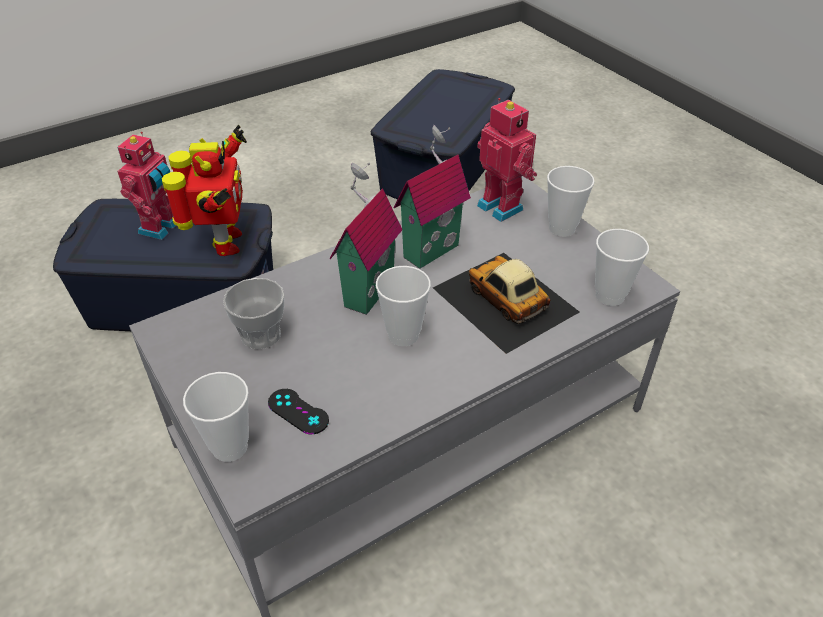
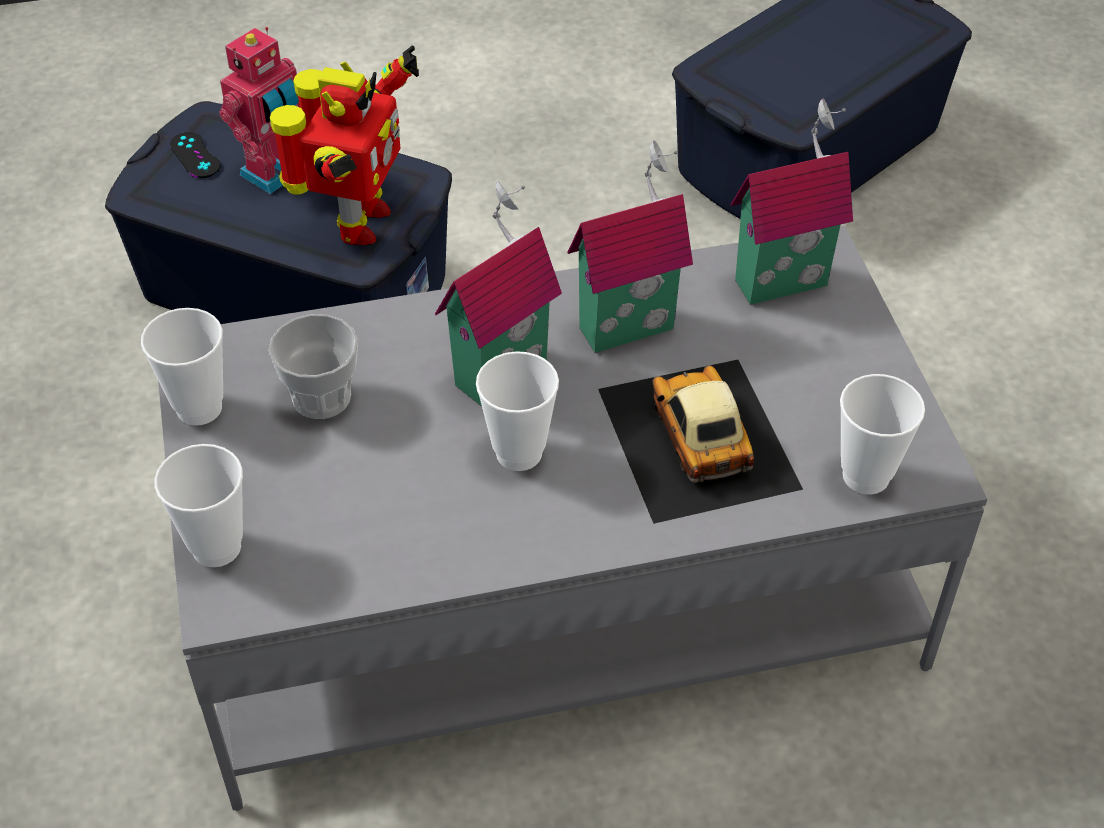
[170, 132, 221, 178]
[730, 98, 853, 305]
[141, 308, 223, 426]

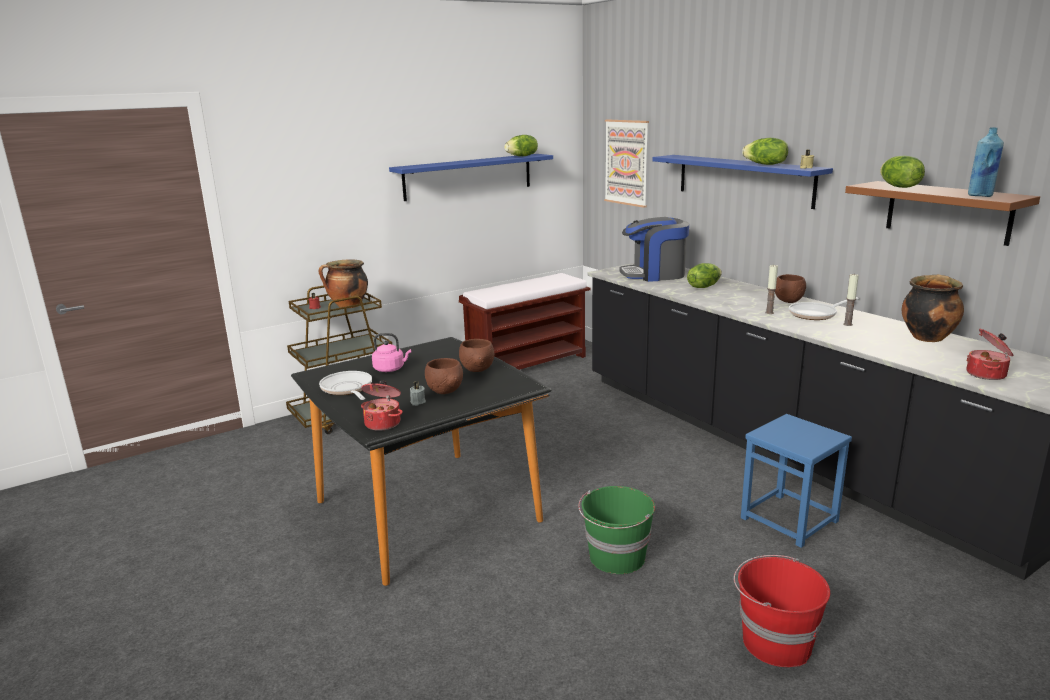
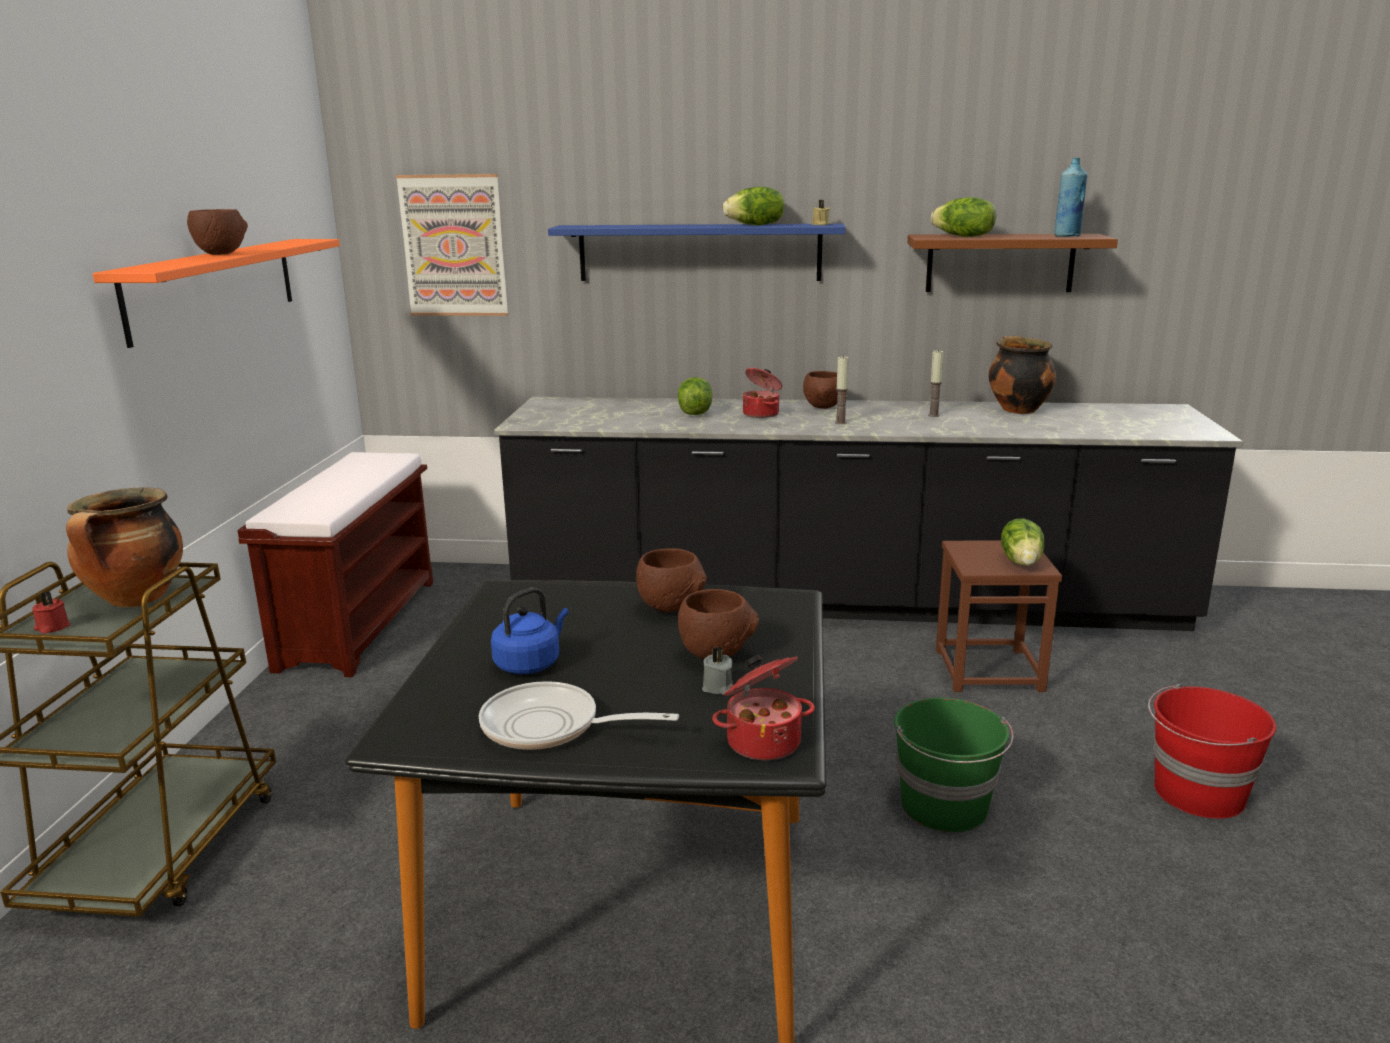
[491, 587, 569, 674]
[93, 239, 340, 348]
[1001, 519, 1044, 566]
[619, 217, 689, 282] (first image)
[936, 540, 1062, 692]
[789, 297, 859, 320] (first image)
[743, 368, 782, 418]
[187, 209, 248, 255]

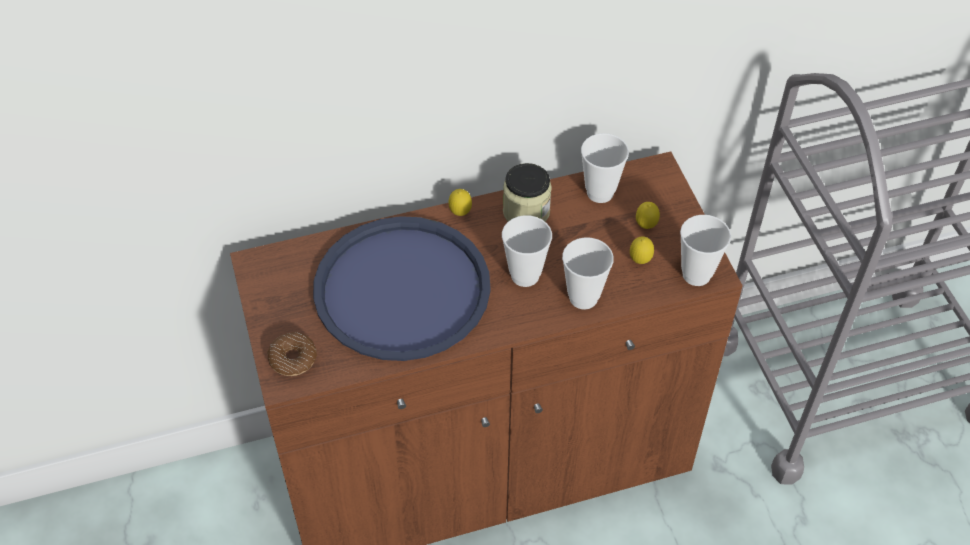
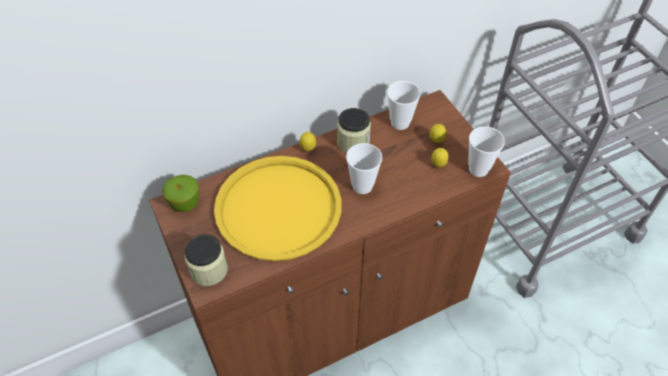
[184, 234, 228, 286]
[214, 156, 341, 261]
[562, 237, 614, 309] (first image)
[162, 175, 199, 212]

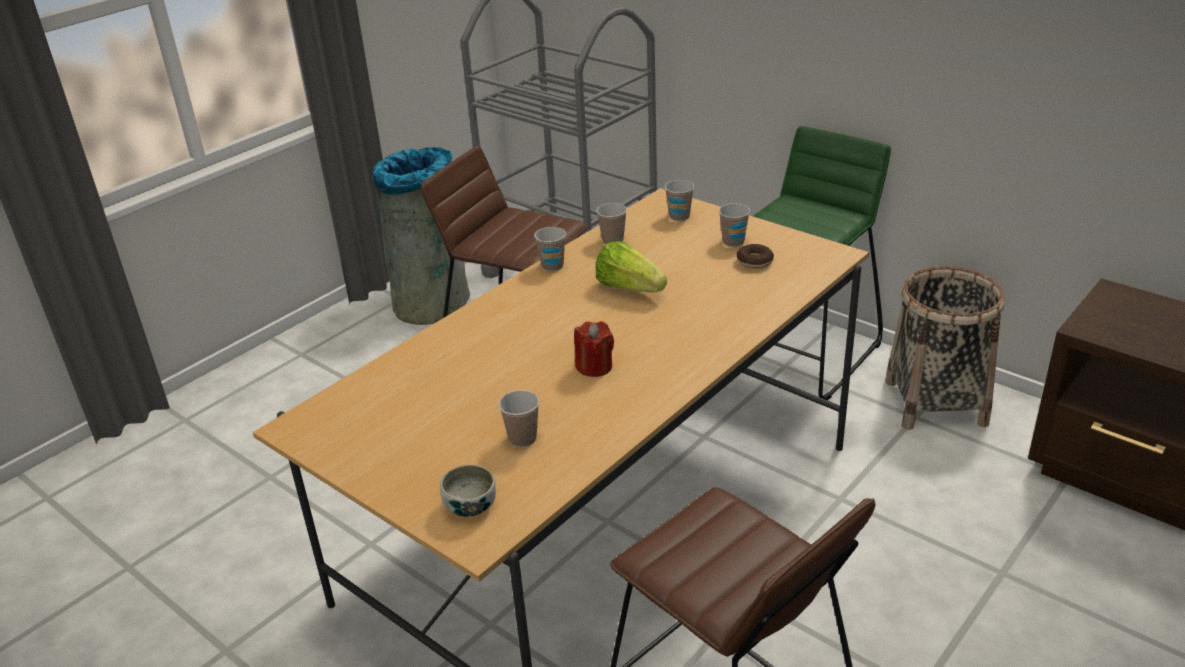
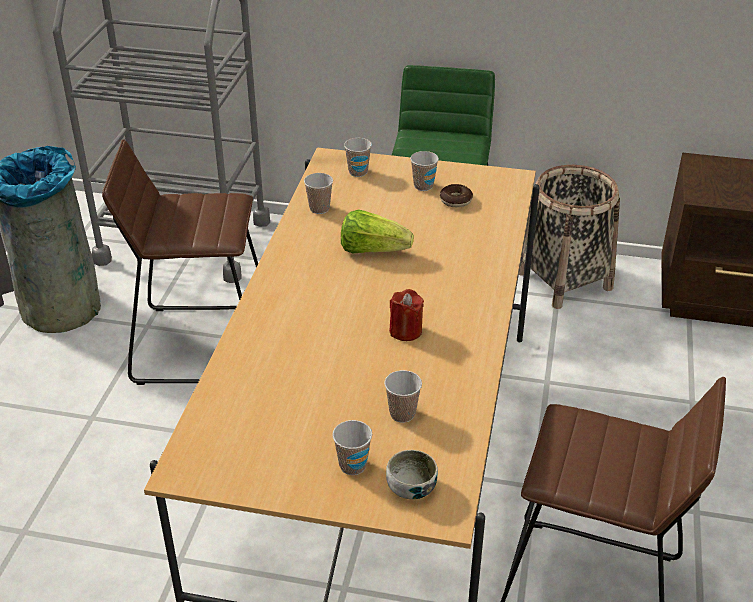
[332, 420, 372, 475]

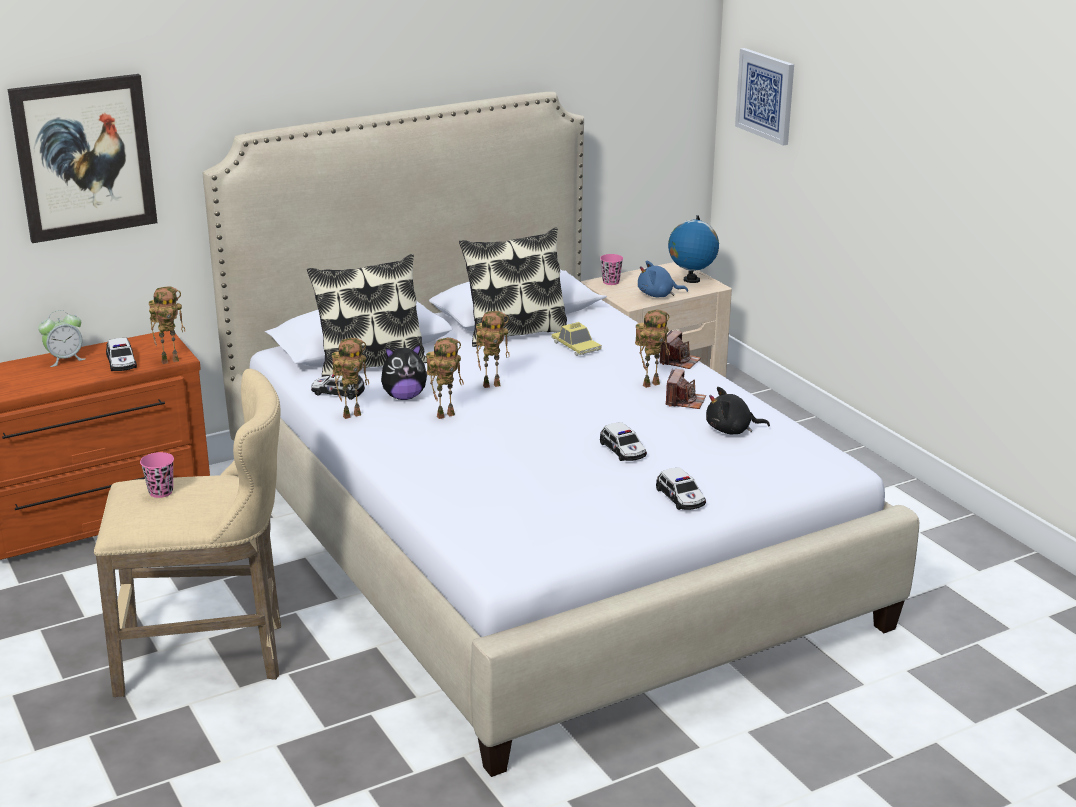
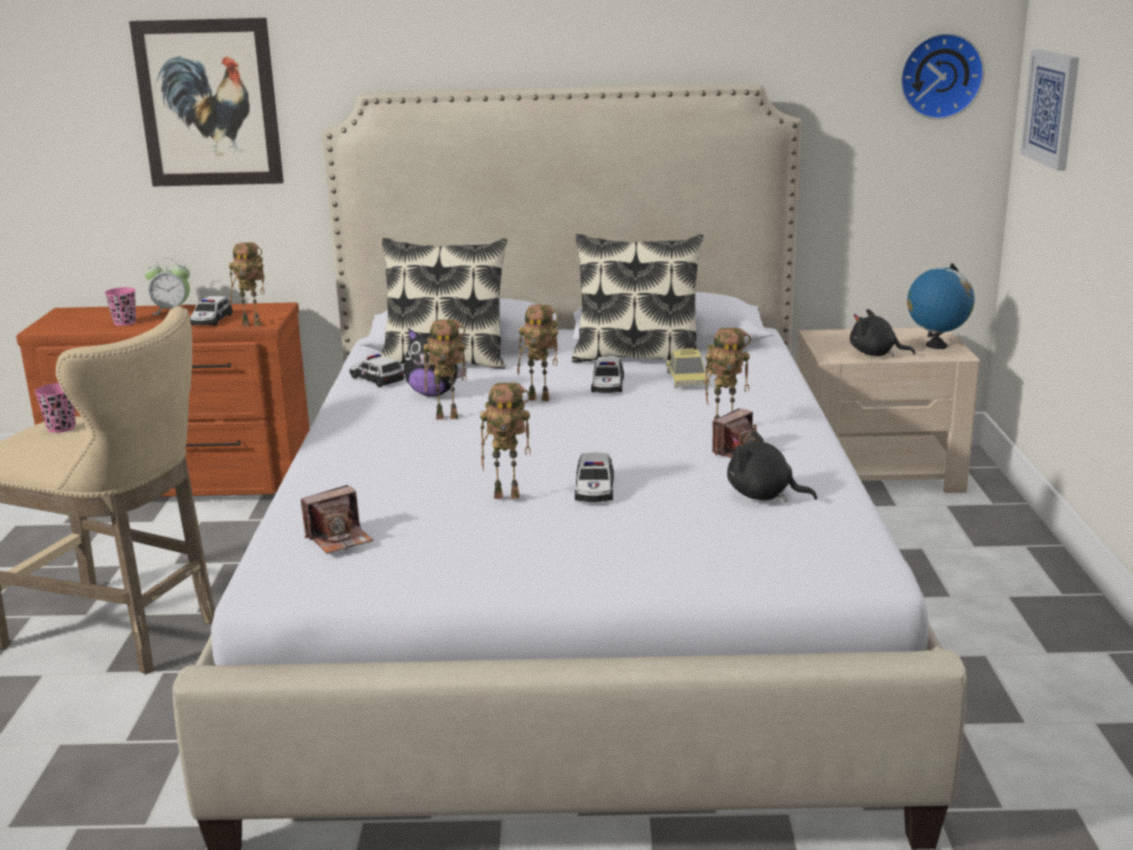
[480, 383, 531, 499]
[105, 287, 136, 326]
[850, 309, 915, 357]
[591, 357, 624, 393]
[301, 485, 373, 554]
[900, 33, 985, 120]

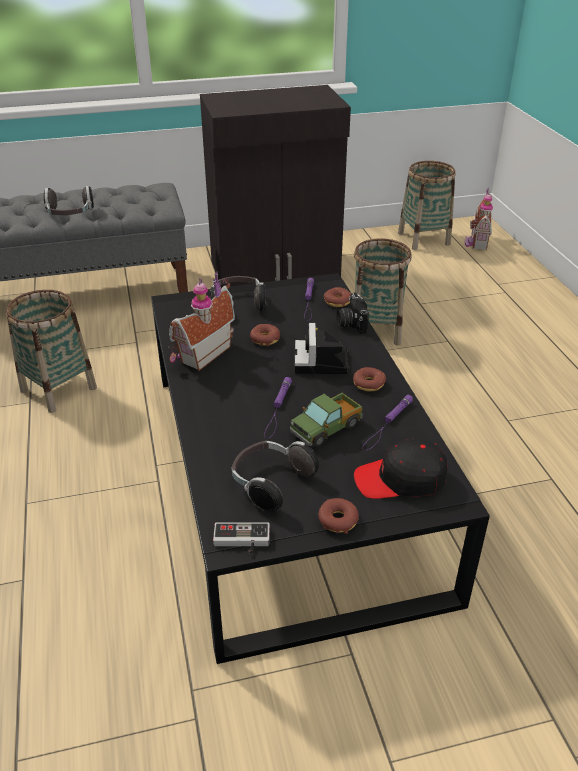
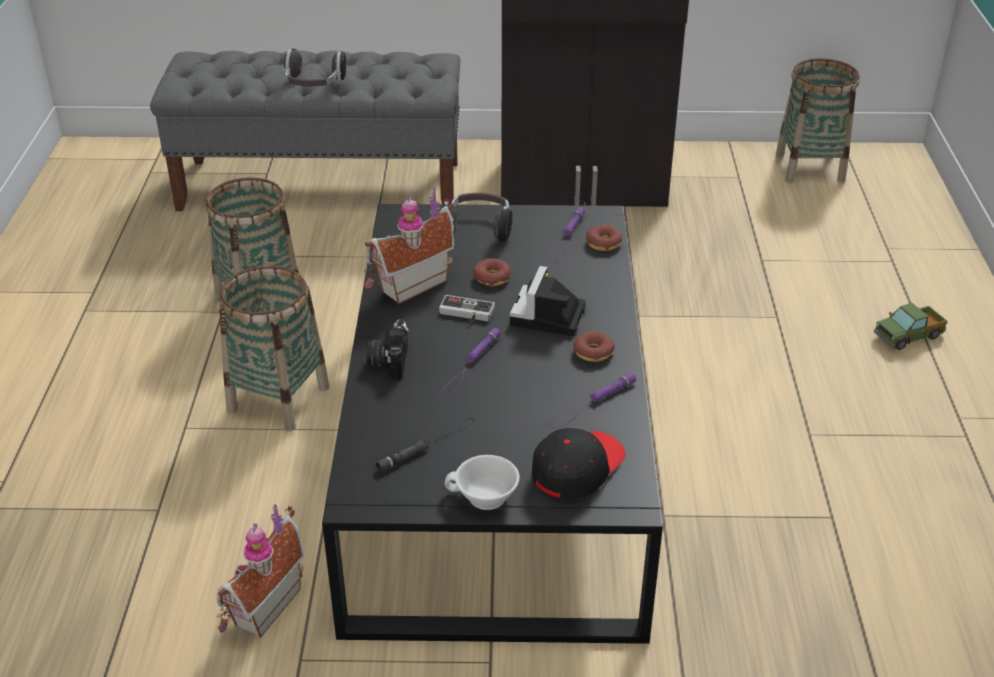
[439, 295, 495, 322]
[375, 418, 474, 472]
[874, 303, 947, 350]
[445, 455, 520, 510]
[367, 319, 409, 380]
[219, 265, 329, 431]
[531, 428, 625, 499]
[216, 504, 304, 638]

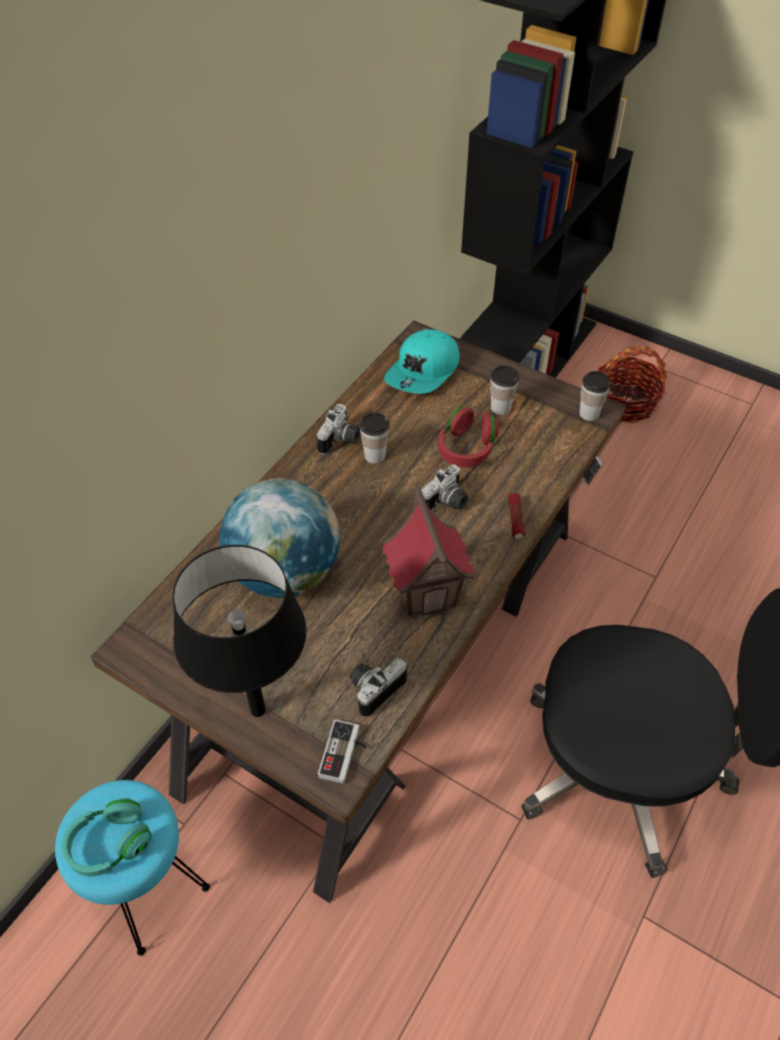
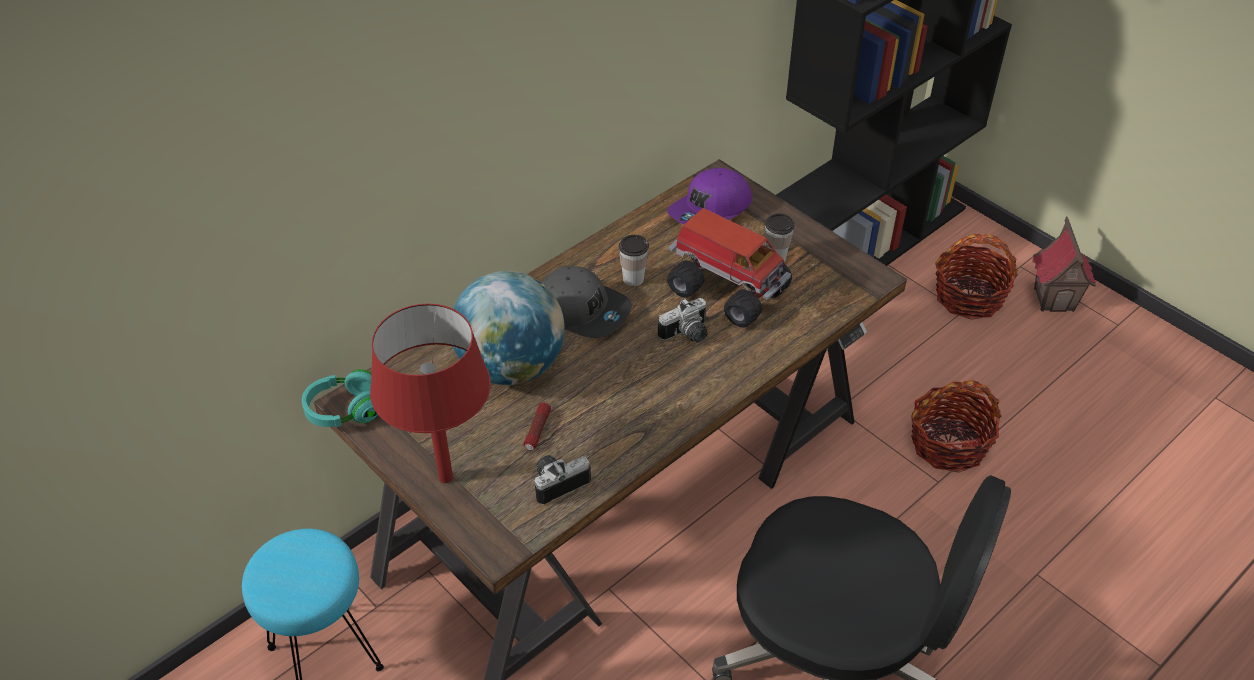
[302, 369, 378, 427]
[370, 304, 491, 483]
[316, 404, 360, 455] (first image)
[318, 720, 367, 784] (first image)
[1032, 216, 1096, 312]
[667, 168, 752, 225]
[667, 208, 792, 328]
[524, 403, 551, 450]
[579, 371, 611, 421] (first image)
[542, 266, 632, 338]
[911, 380, 1002, 473]

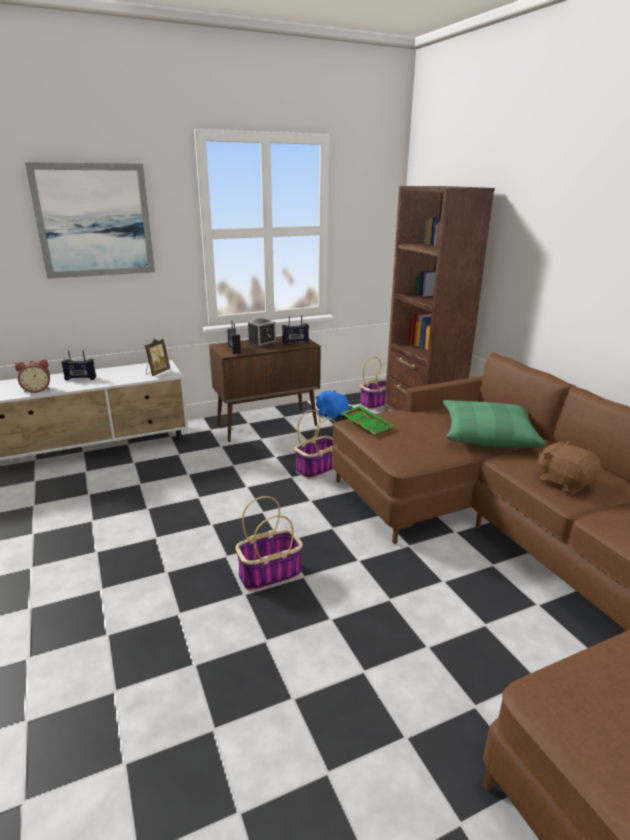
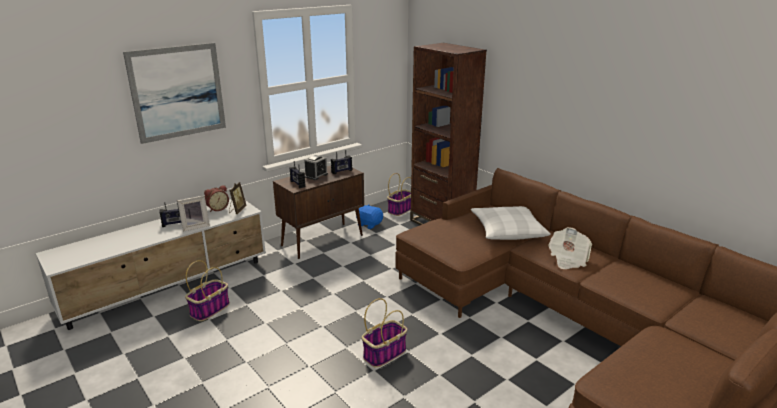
[204, 185, 229, 212]
[185, 260, 230, 321]
[341, 406, 394, 435] (first image)
[471, 206, 551, 240]
[548, 227, 592, 269]
[177, 195, 210, 232]

